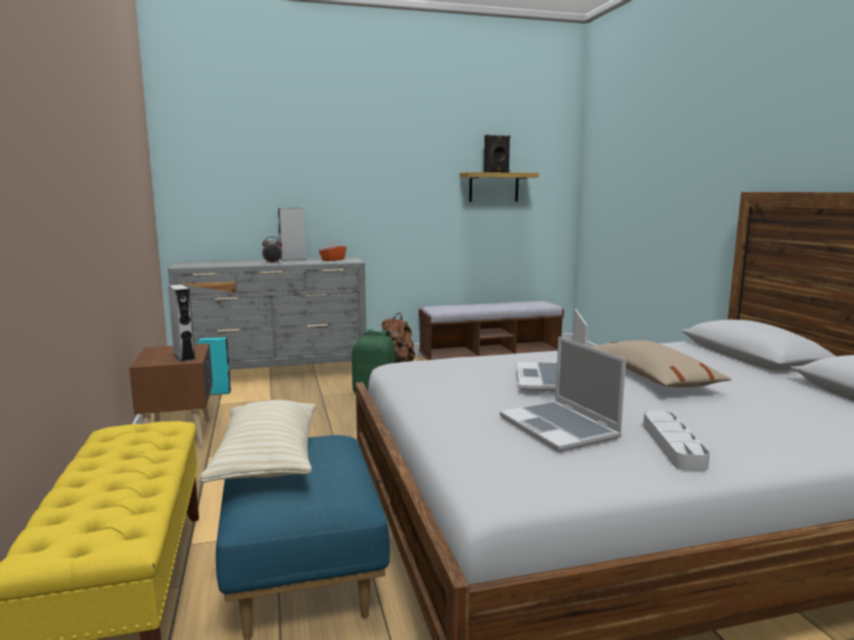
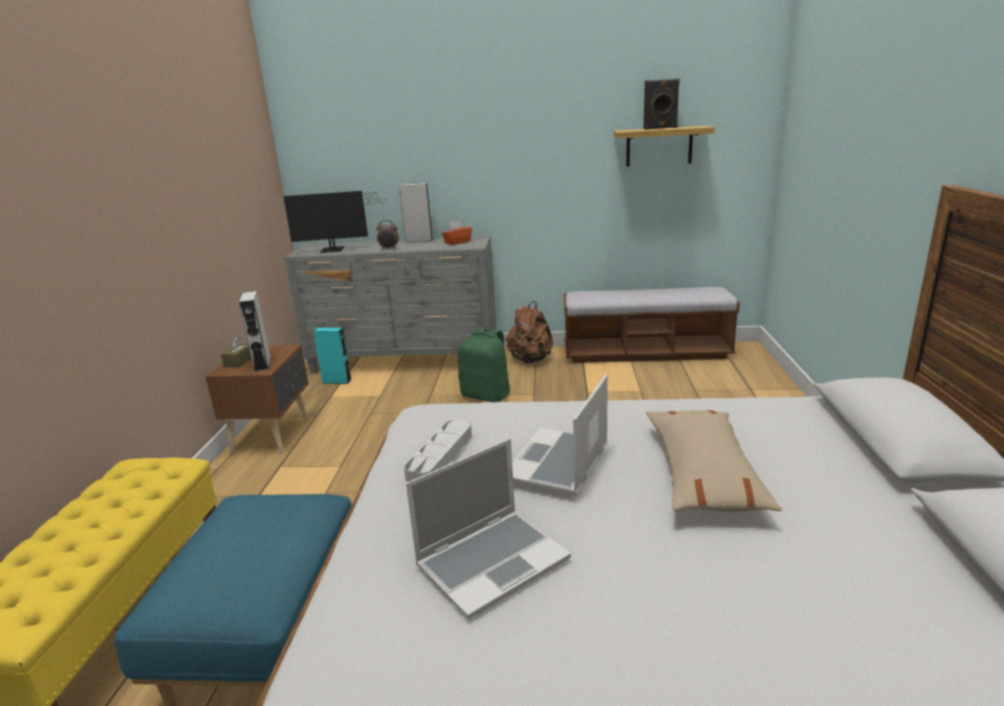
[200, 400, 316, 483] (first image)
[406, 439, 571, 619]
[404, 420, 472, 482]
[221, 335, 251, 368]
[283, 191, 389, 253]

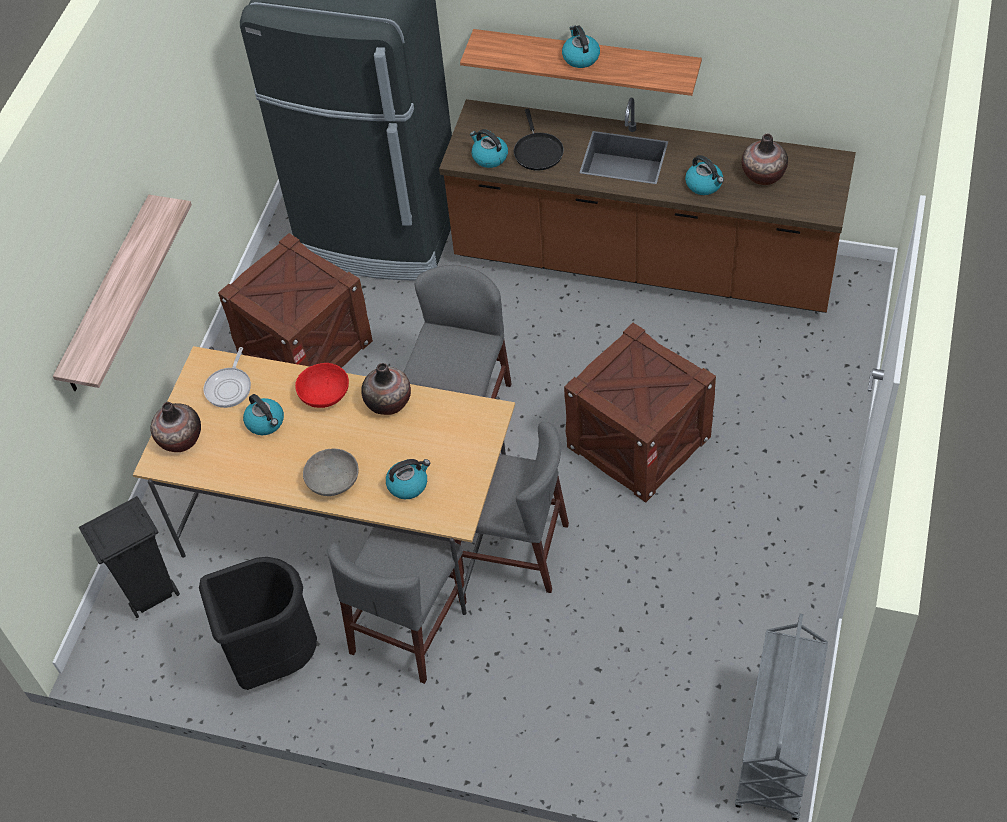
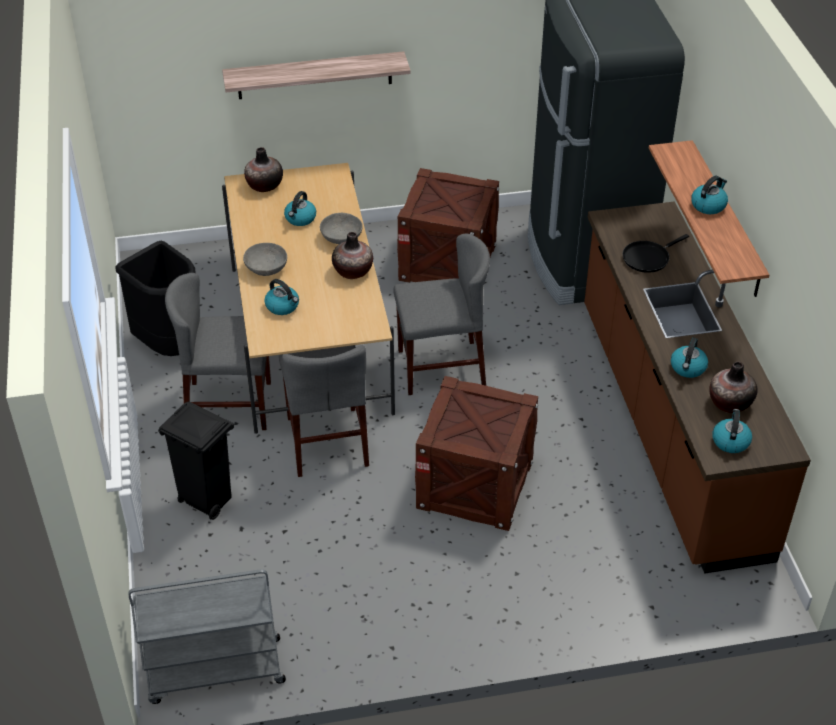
[158, 402, 234, 520]
[204, 347, 251, 408] (first image)
[320, 212, 363, 244]
[712, 409, 752, 453]

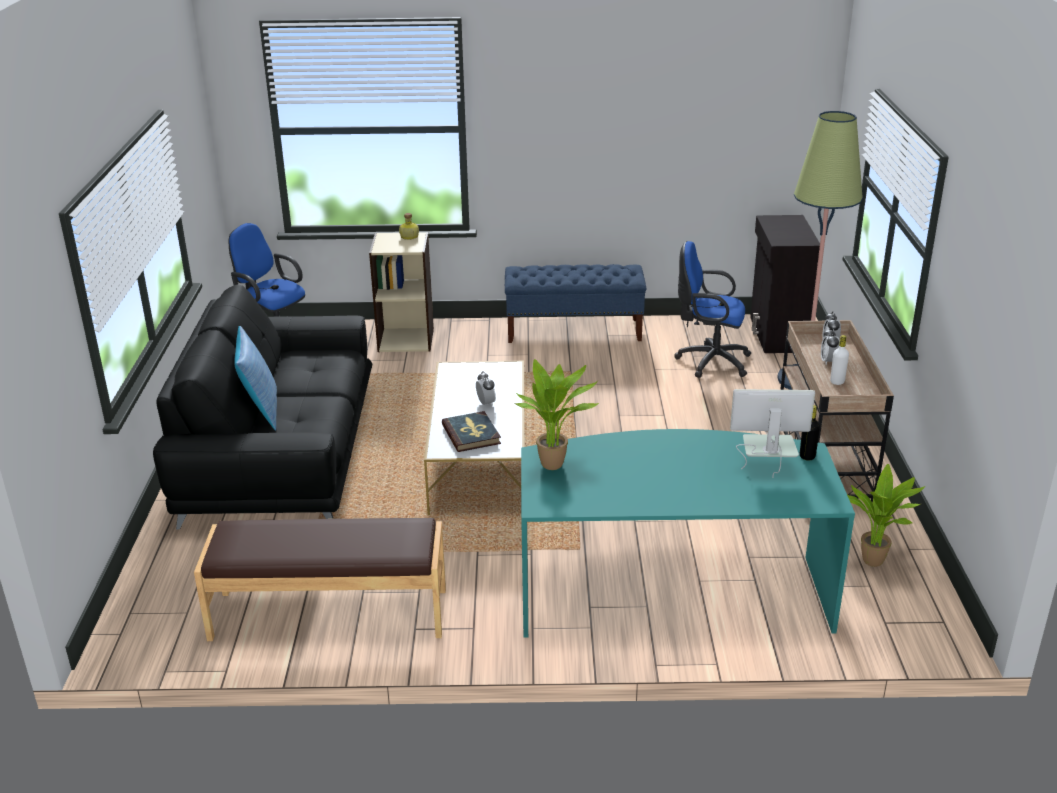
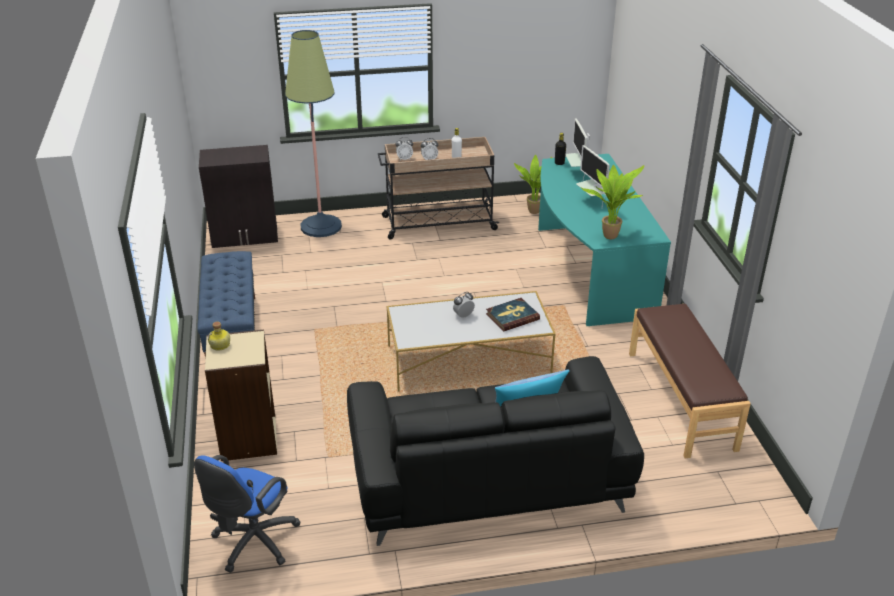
[674, 241, 751, 378] (first image)
[576, 145, 610, 205]

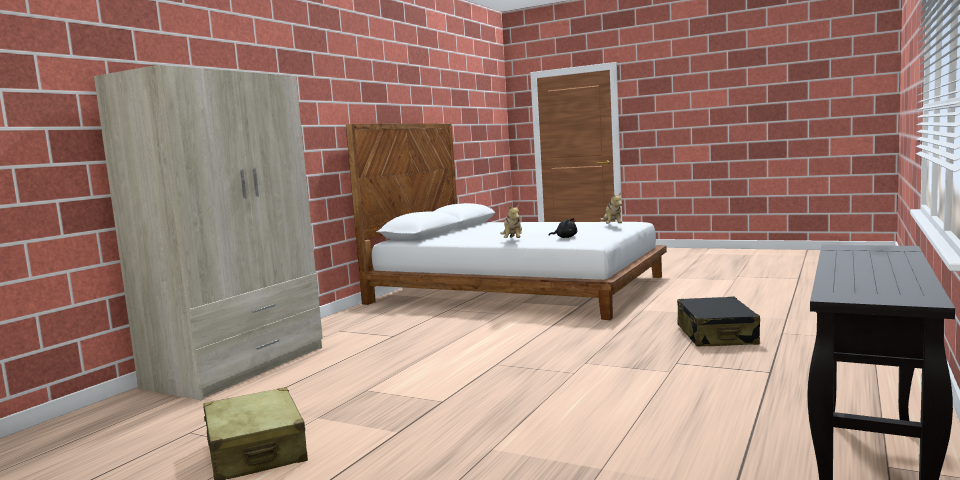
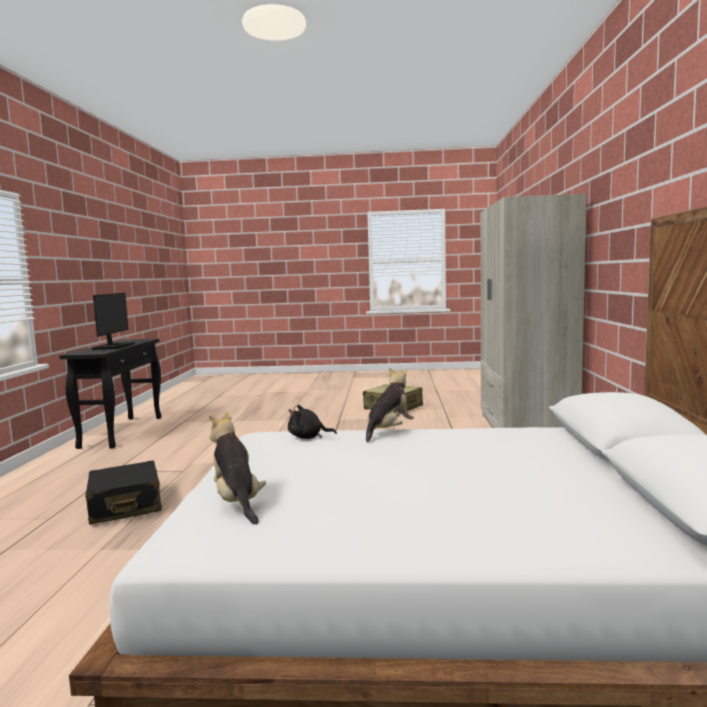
[366, 368, 414, 442]
[92, 293, 135, 349]

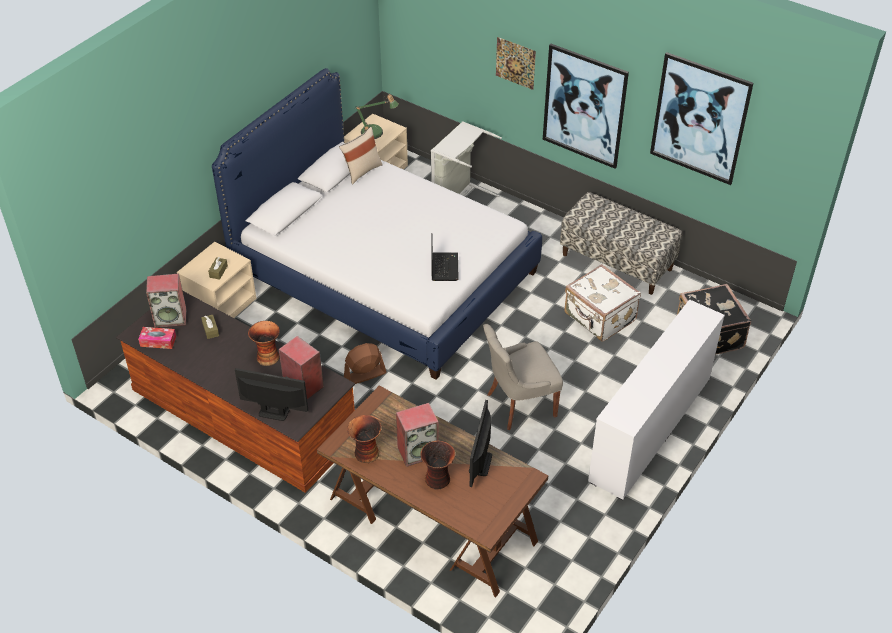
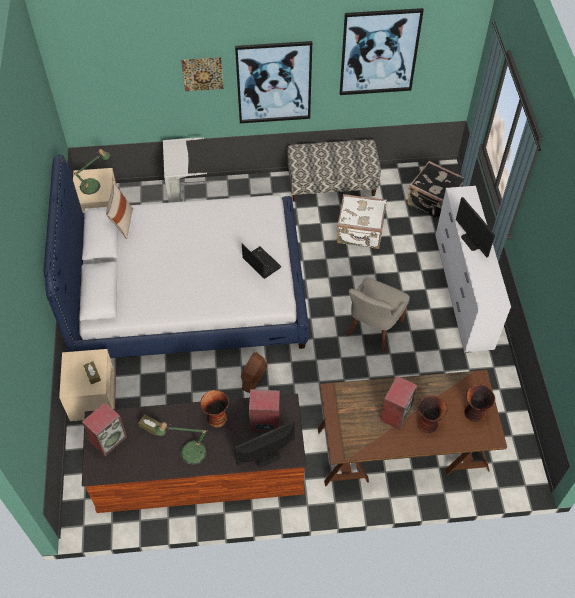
[138, 327, 176, 349] (first image)
[465, 385, 495, 422]
[456, 197, 495, 257]
[155, 422, 207, 465]

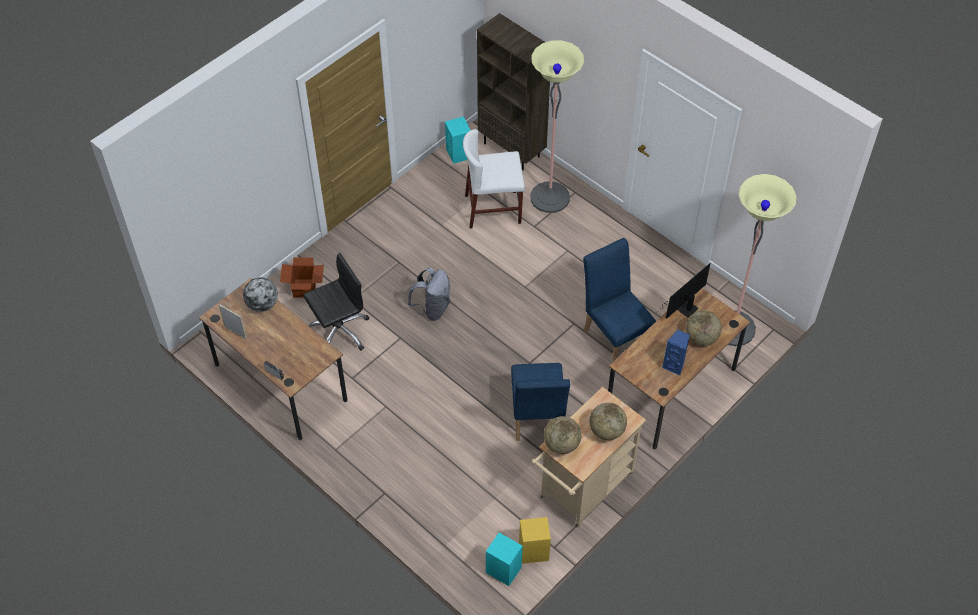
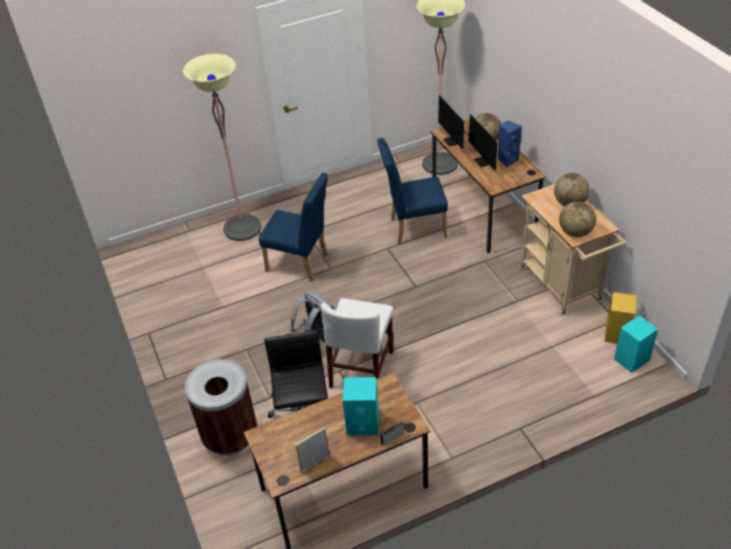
[243, 278, 278, 312] (first image)
[185, 359, 257, 456]
[342, 377, 379, 436]
[321, 298, 394, 388]
[477, 13, 550, 171] (first image)
[259, 173, 328, 282]
[468, 114, 502, 170]

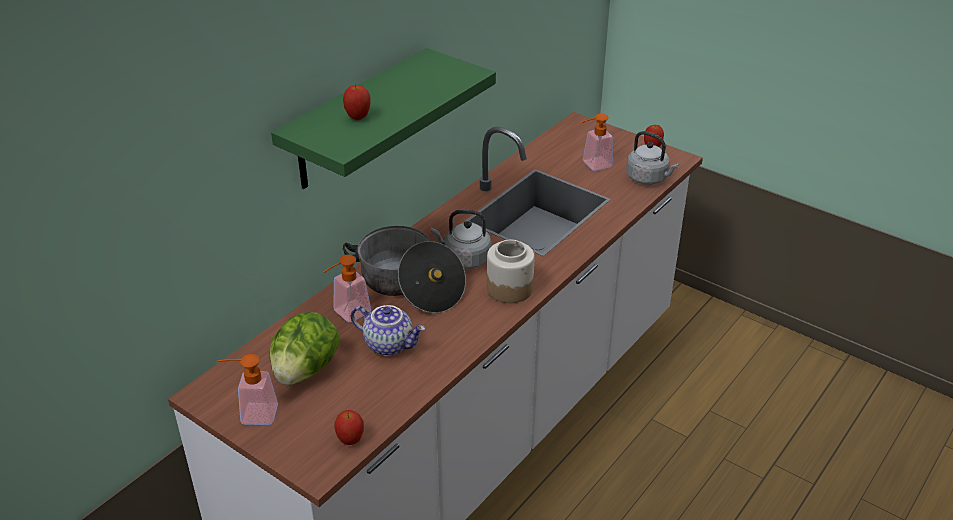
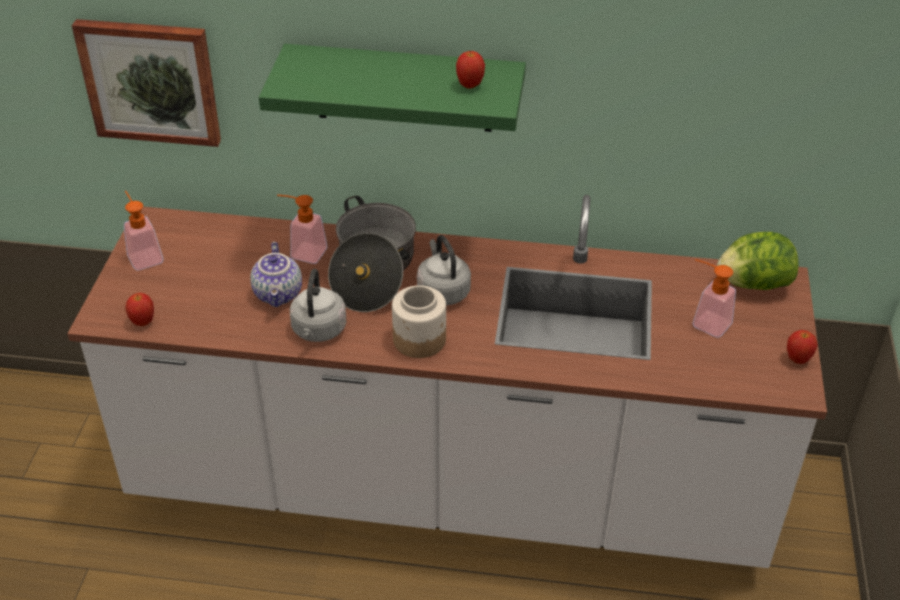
[717, 232, 798, 290]
[456, 51, 485, 88]
[290, 269, 346, 342]
[72, 19, 221, 147]

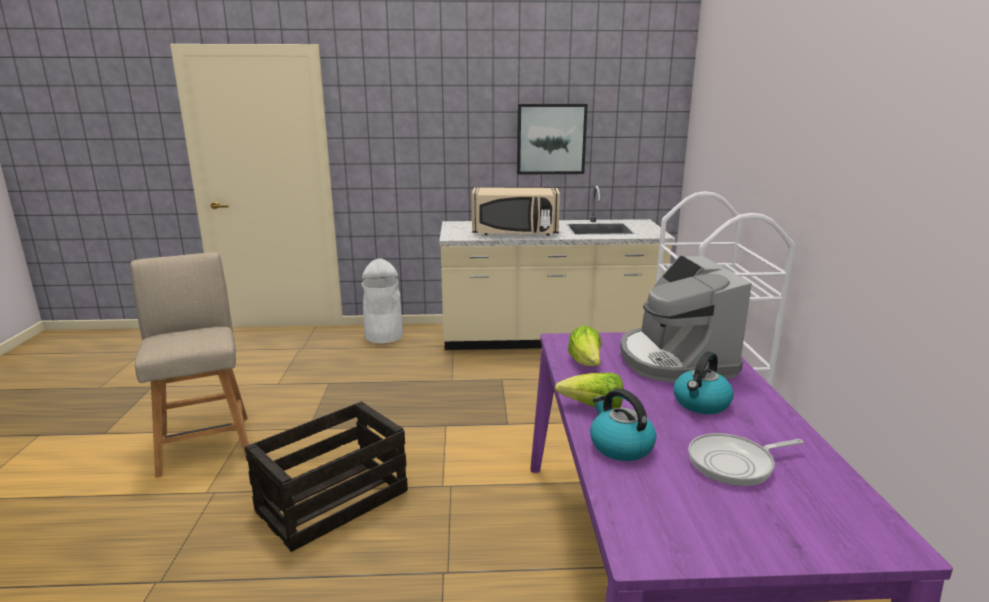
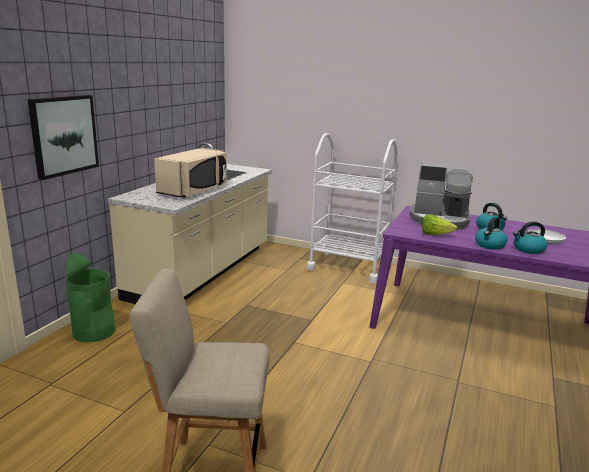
[245, 401, 408, 552] (first image)
[65, 253, 115, 342]
[28, 95, 99, 180]
[475, 217, 508, 250]

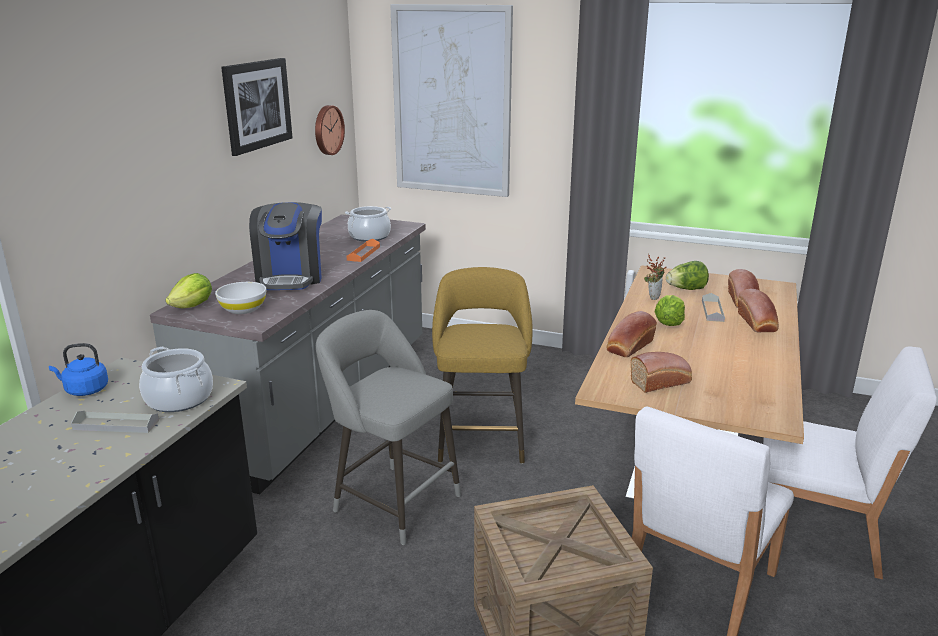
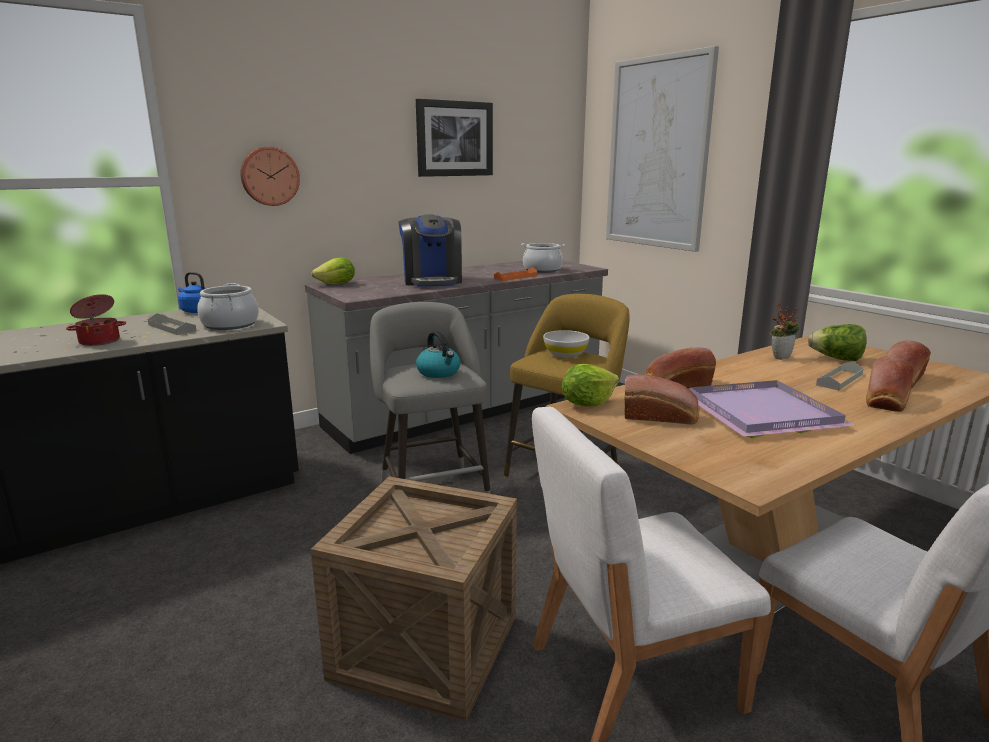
[543, 330, 589, 358]
[398, 214, 462, 287]
[240, 147, 300, 206]
[562, 364, 619, 406]
[66, 294, 126, 346]
[416, 331, 461, 378]
[690, 380, 856, 438]

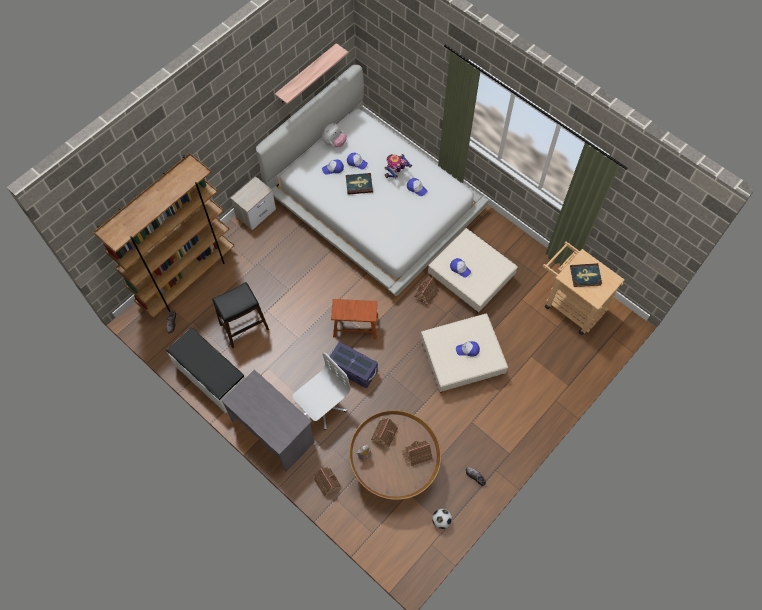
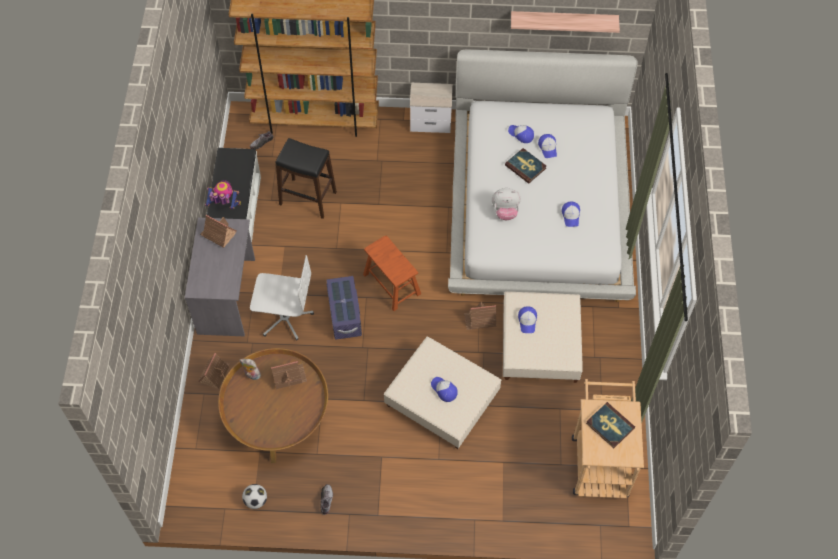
[492, 188, 520, 220]
[205, 180, 241, 210]
[200, 215, 236, 248]

